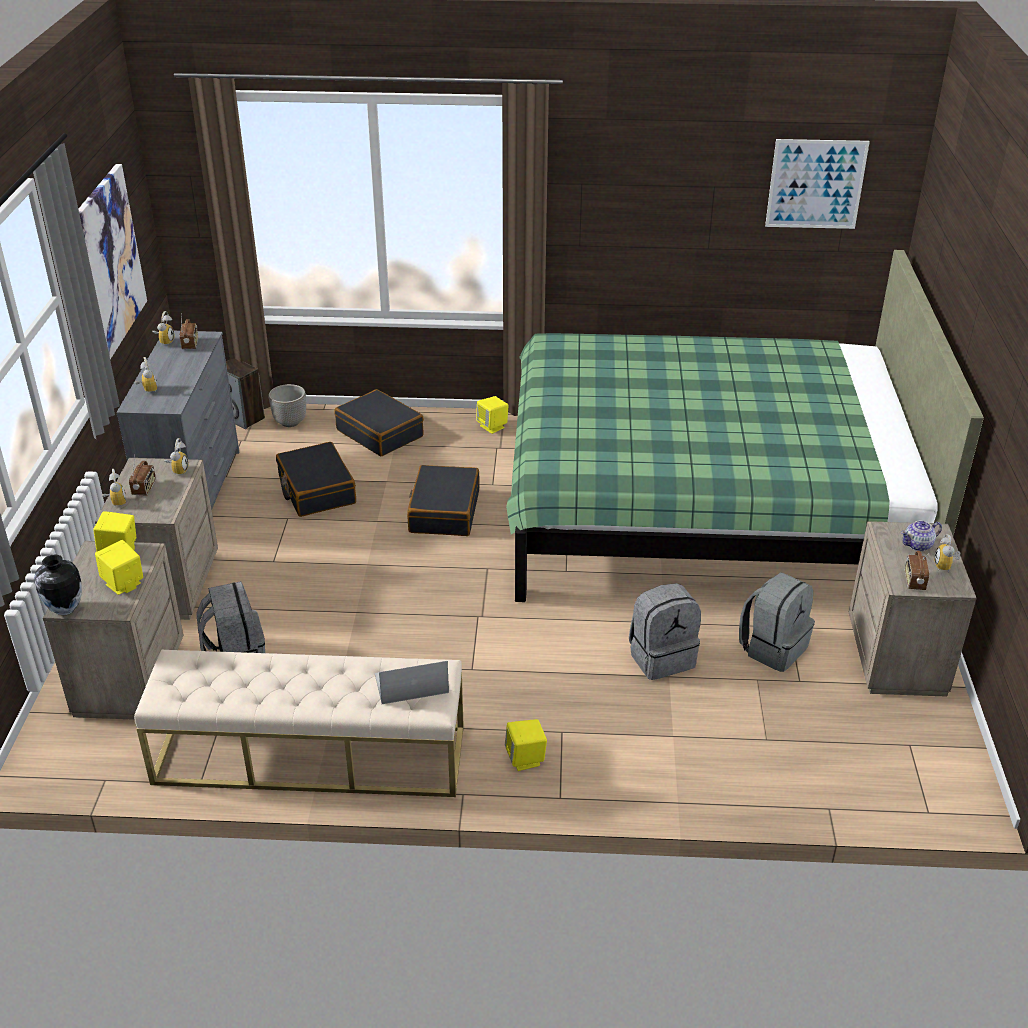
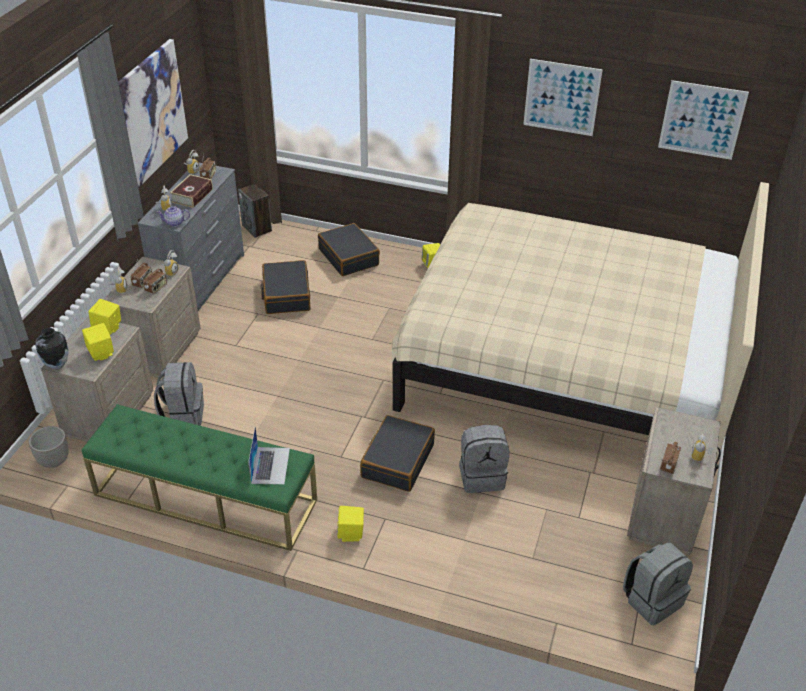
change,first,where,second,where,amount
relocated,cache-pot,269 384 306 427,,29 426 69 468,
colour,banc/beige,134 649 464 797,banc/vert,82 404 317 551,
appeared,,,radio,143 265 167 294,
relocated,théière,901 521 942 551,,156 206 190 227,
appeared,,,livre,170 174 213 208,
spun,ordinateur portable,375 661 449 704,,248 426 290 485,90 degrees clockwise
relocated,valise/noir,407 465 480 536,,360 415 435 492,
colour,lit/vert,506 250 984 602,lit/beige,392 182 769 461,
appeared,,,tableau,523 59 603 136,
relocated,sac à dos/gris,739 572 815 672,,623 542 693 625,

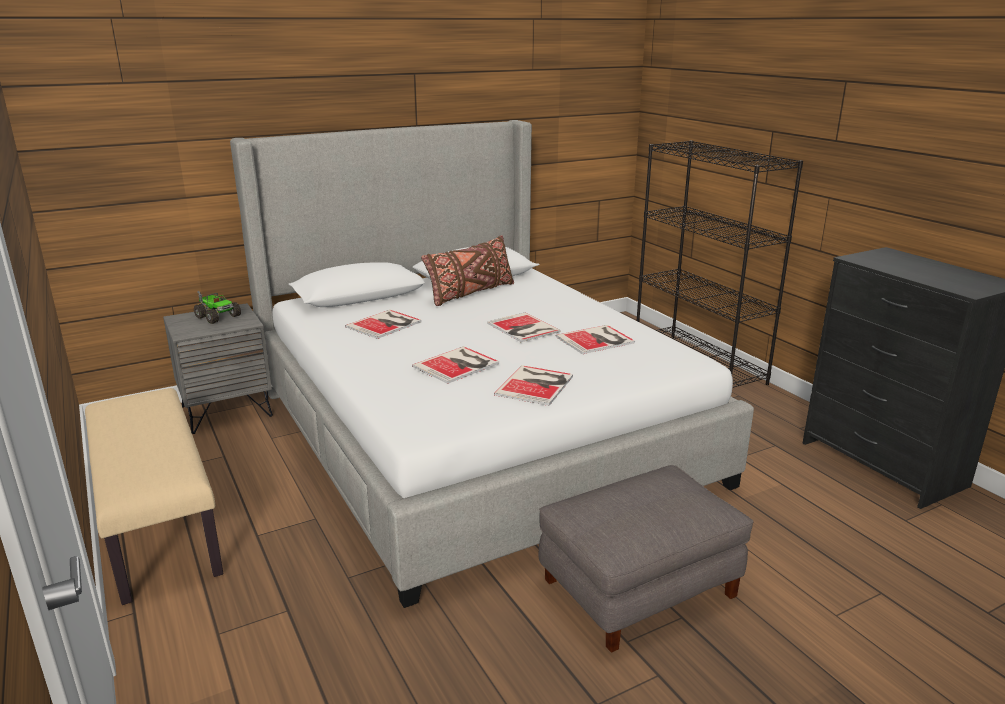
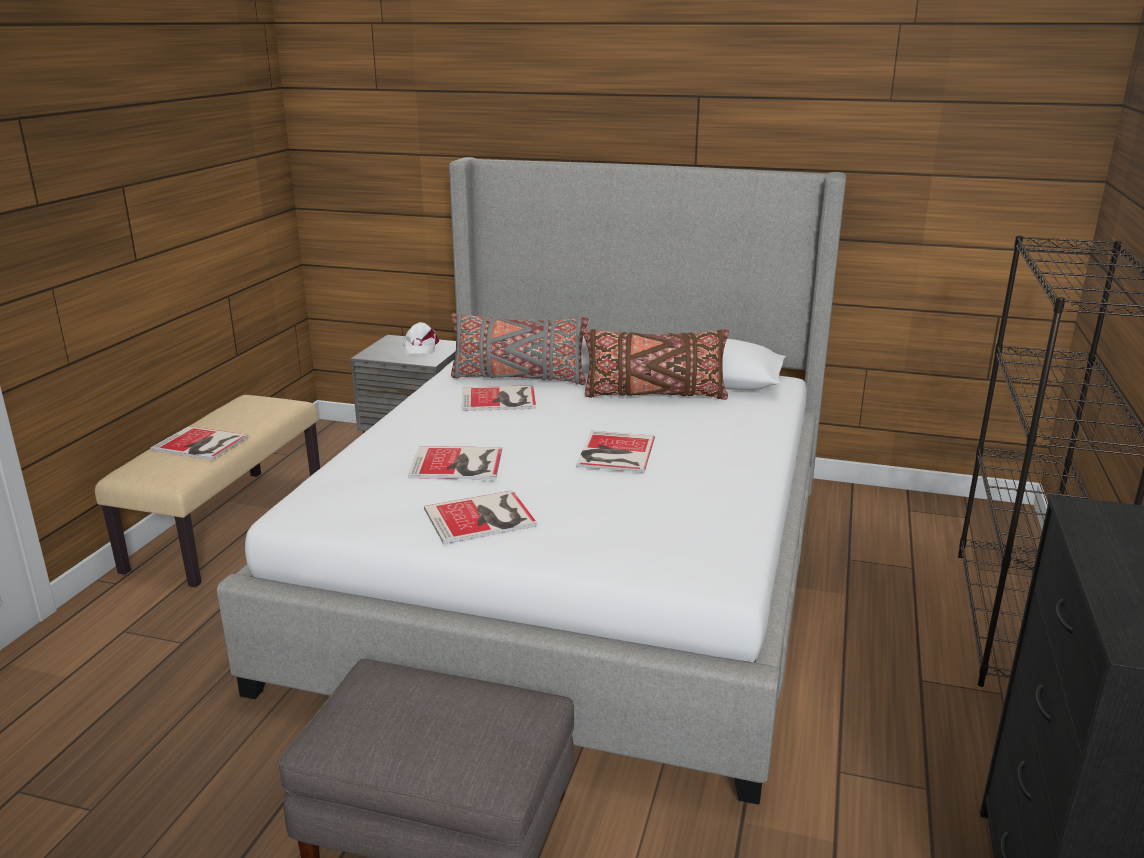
change,first,where,second,where,amount
relocated,livre,556 325 635 354,,150 426 249 460,
exchanged,camion jouet,194 291 241 324,casquette/blanc,403 322 439 354,
appeared,,,coussin/gris,451 313 588 385,

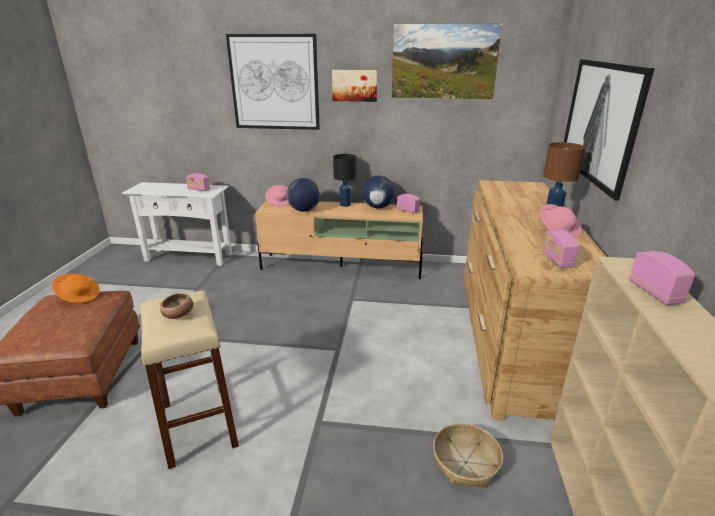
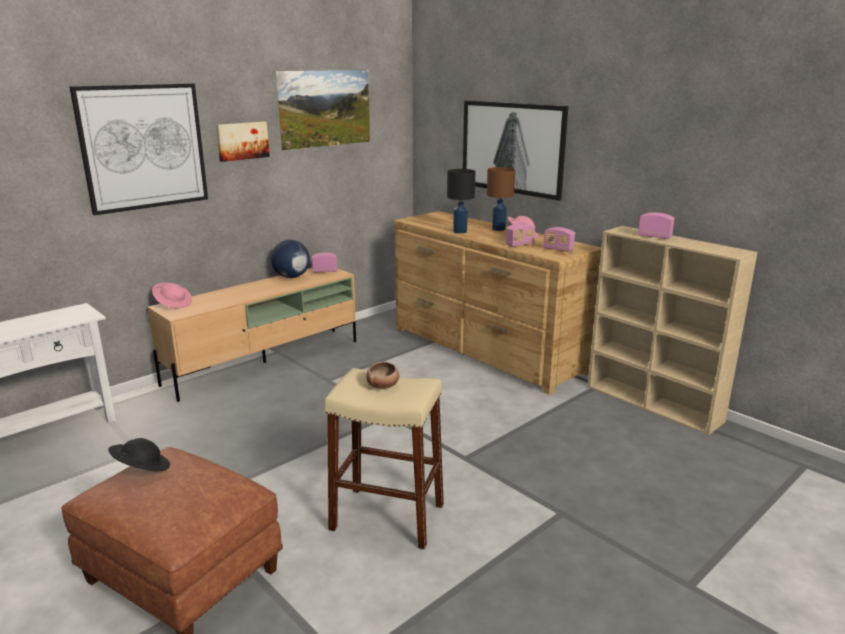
change,first,where,second,where,amount
colour,chapeau/orange,52 274 100 303,chapeau/noir,108 438 170 471,
relocated,lampe de table/noir,333 154 356 207,,447 169 475 234,
relocated,radio,186 173 210 191,,506 223 535 247,
missing,globe,287 178 320 212,,,
missing,panier,433 423 503 488,,,

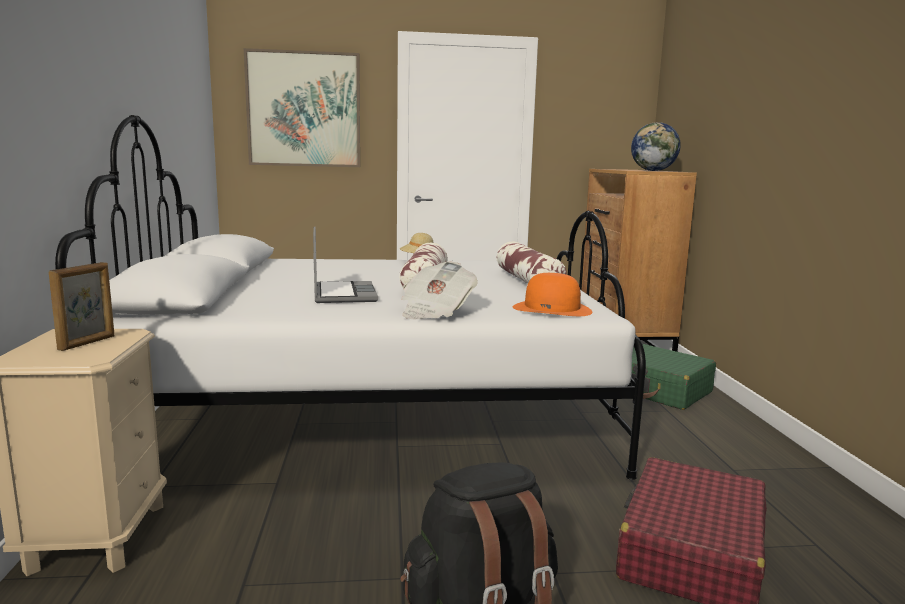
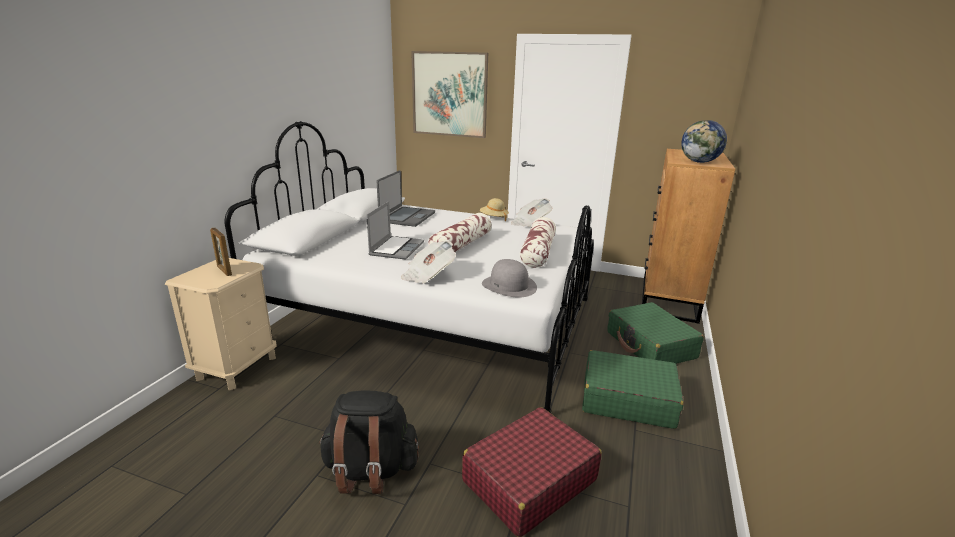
change,first,where,second,where,amount
spun,cadre photo,49 262 114 351,,210 228 232 276,90 degrees clockwise
appeared,,,ordinateur portable,377 170 435 227,
colour,chapeau/orange,513 273 593 316,chapeau/gris,482 259 537 298,
appeared,,,journal,511 199 552 227,
appeared,,,valise/vert,582 350 684 429,

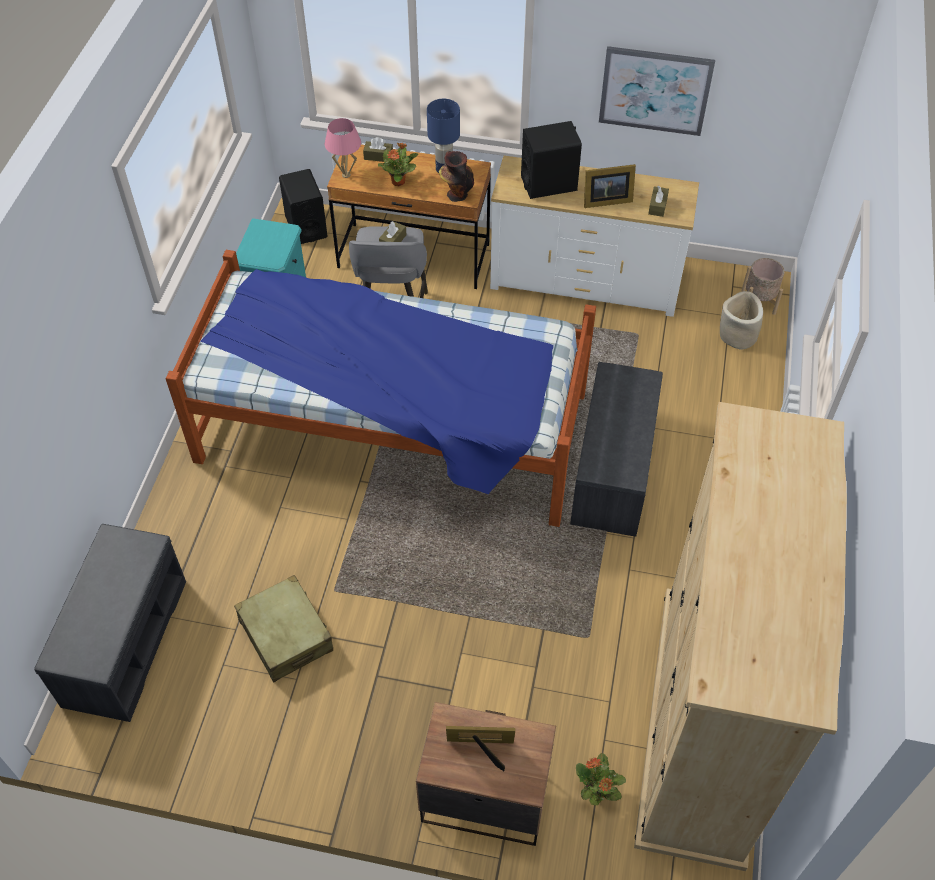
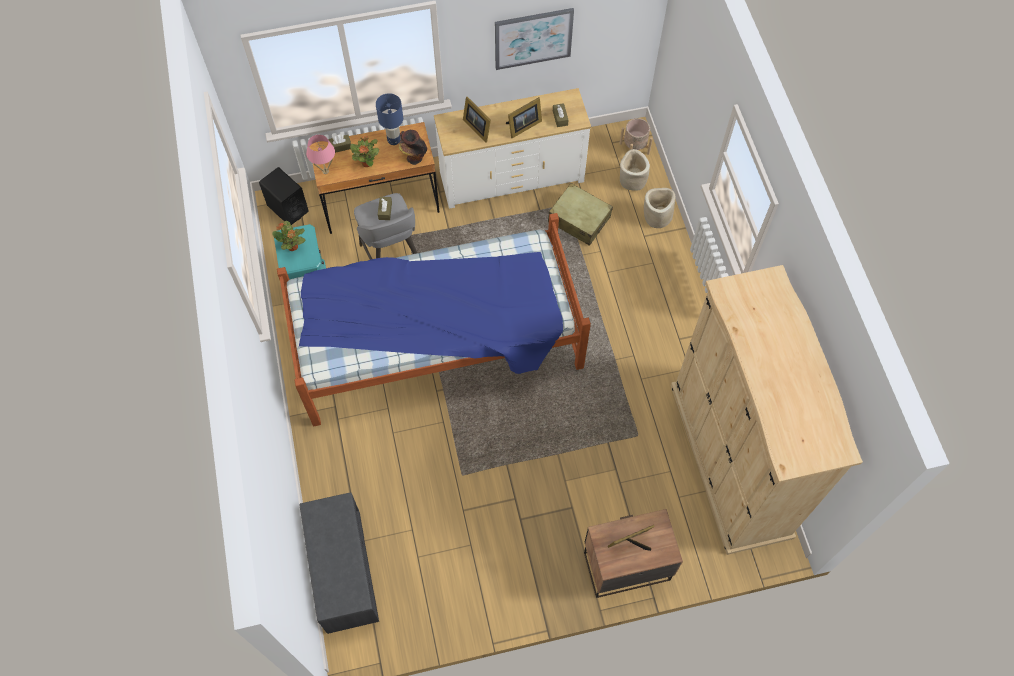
change,first,where,second,where,amount
relocated,plante en pot,576 753 626 805,,272 221 305 251,
exchanged,enceinte/noir,521 121 582 199,cadre photo,463 97 491 143,
relocated,valise/beige,234 575 333 682,,548 183 613 246,
appeared,,,cache-pot/beige,644 188 676 228,
missing,banc/gris,570 362 663 537,,,

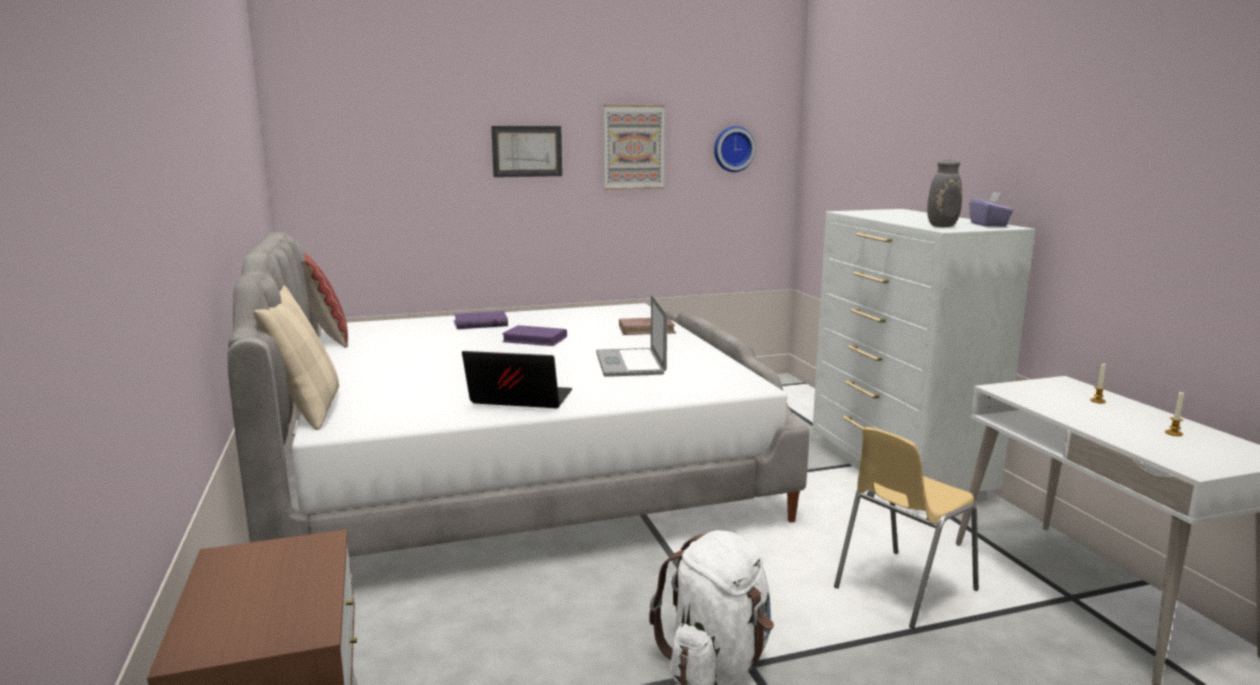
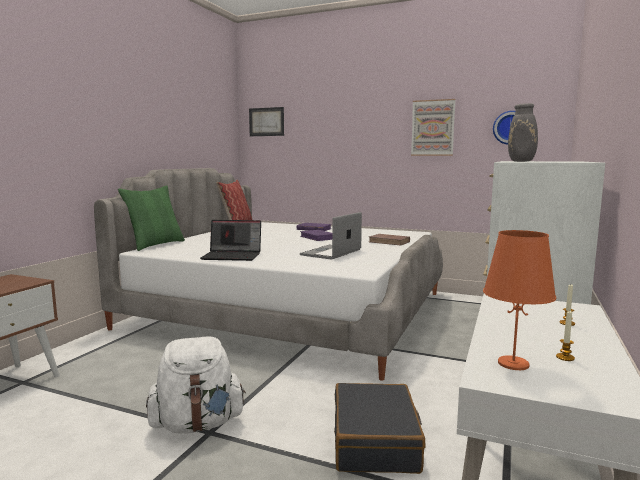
change,first,where,second,where,amount
colour,coussin/beige,253 285 339 430,coussin/vert,118 185 185 251,
spun,ordinateur portable,462 351 572 408,,200 220 261 261,135 degrees clockwise
relocated,tableau,491 126 562 177,,249 107 284 136,
exchanged,chaise/jaune,834 427 979 629,valise/noir,334 383 426 474,
appeared,,,lampe de table/orange,483 230 556 370,
missing,boîte à mouchoirs/violet,969 191 1013 227,,,

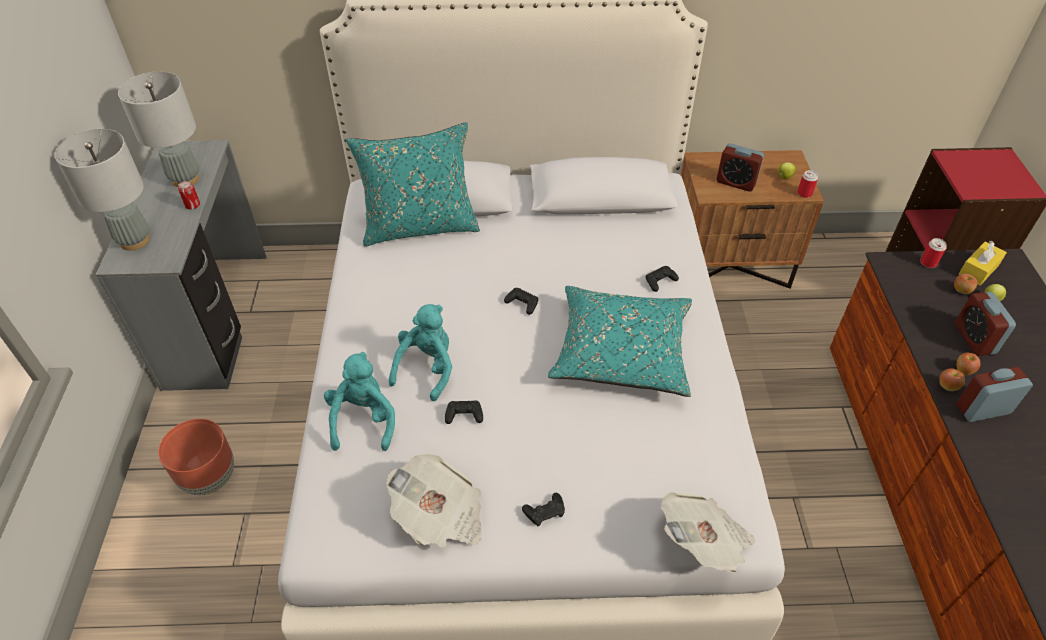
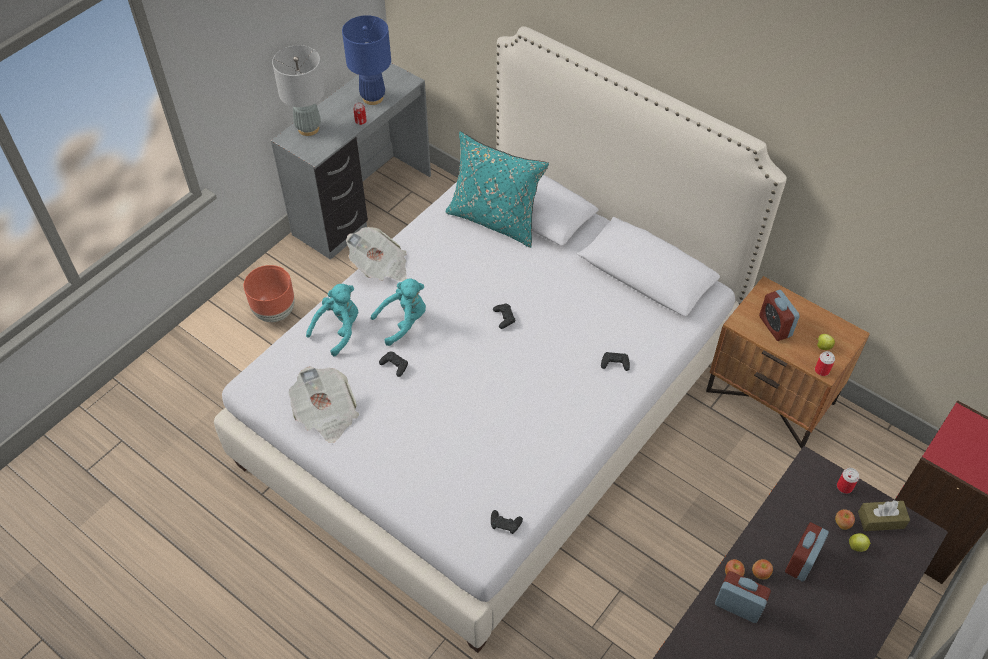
change,first,where,second,where,amount
colour,lampe de table/gris,118 72 199 187,lampe de table/bleu,342 15 391 105,
relocated,journal,661 492 755 573,,346 227 407 281,
relocated,manette/noir,522 493 565 526,,491 510 523 534,
colour,boîte à mouchoirs/jaune,959 241 1007 286,boîte à mouchoirs/marron,858 500 910 531,
missing,coussin/turquoise,548 286 692 397,,,

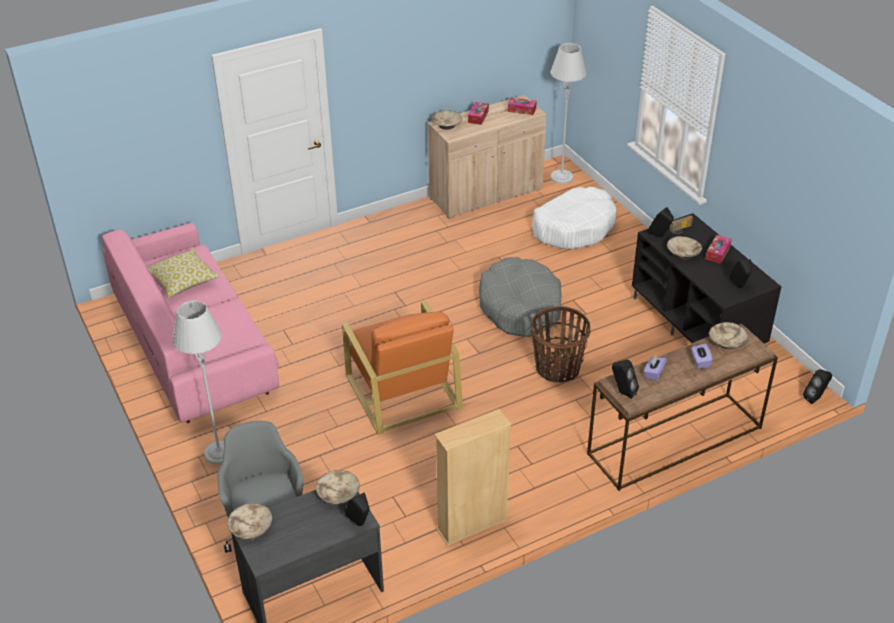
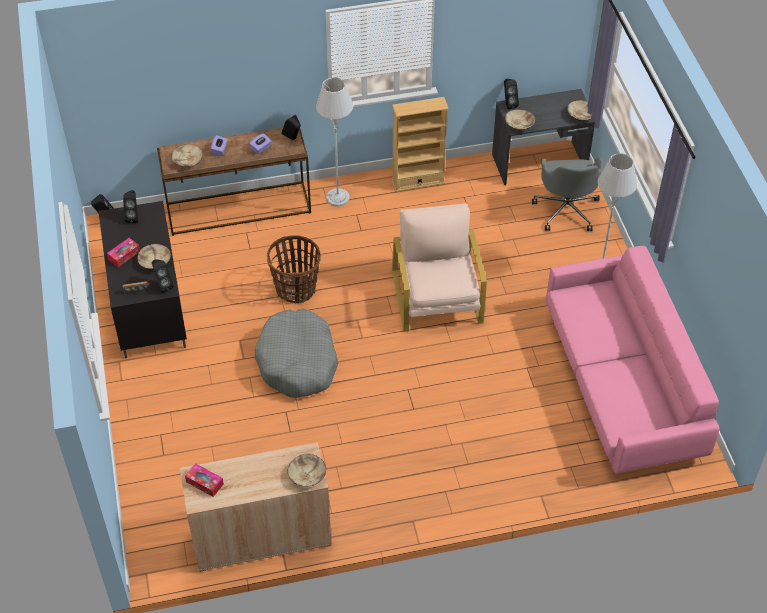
change,first,where,second,where,amount
relocated,lampadaire/gris,551 43 587 184,,316 77 353 207,
colour,fauteuil/orange,342 301 463 435,fauteuil/beige,392 203 487 332,
missing,coussin,148 249 219 298,,,
missing,boîte à mouchoirs,468 102 489 125,,,
missing,panier pour chien/blanc,532 187 617 249,,,

